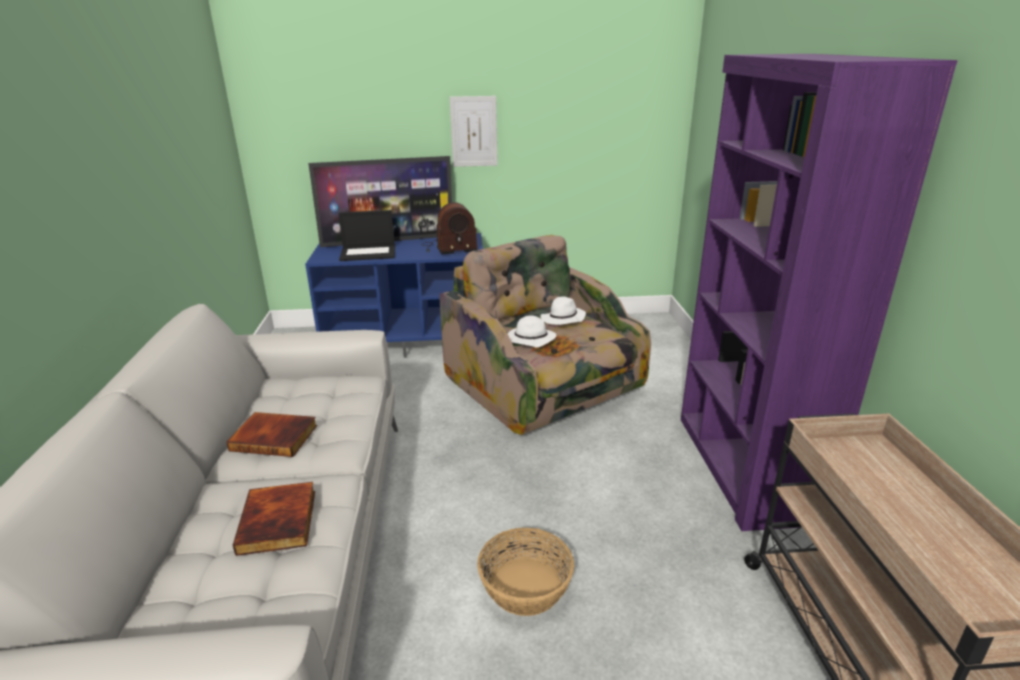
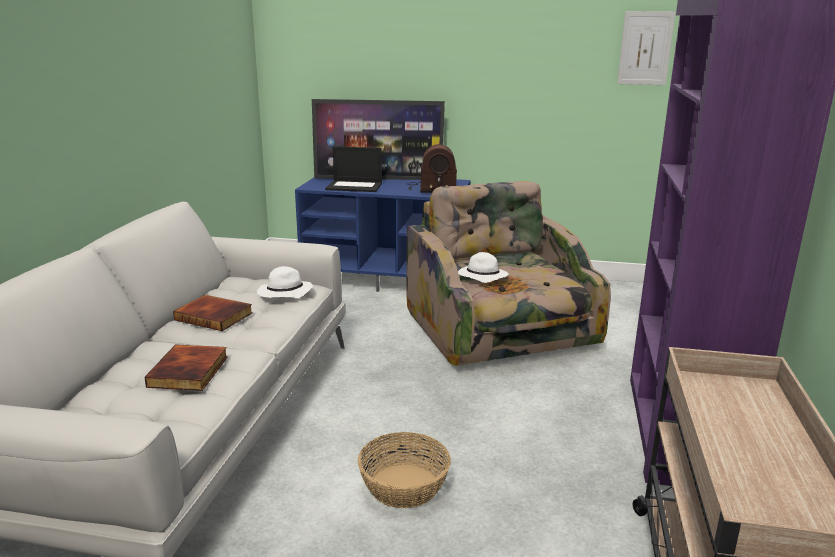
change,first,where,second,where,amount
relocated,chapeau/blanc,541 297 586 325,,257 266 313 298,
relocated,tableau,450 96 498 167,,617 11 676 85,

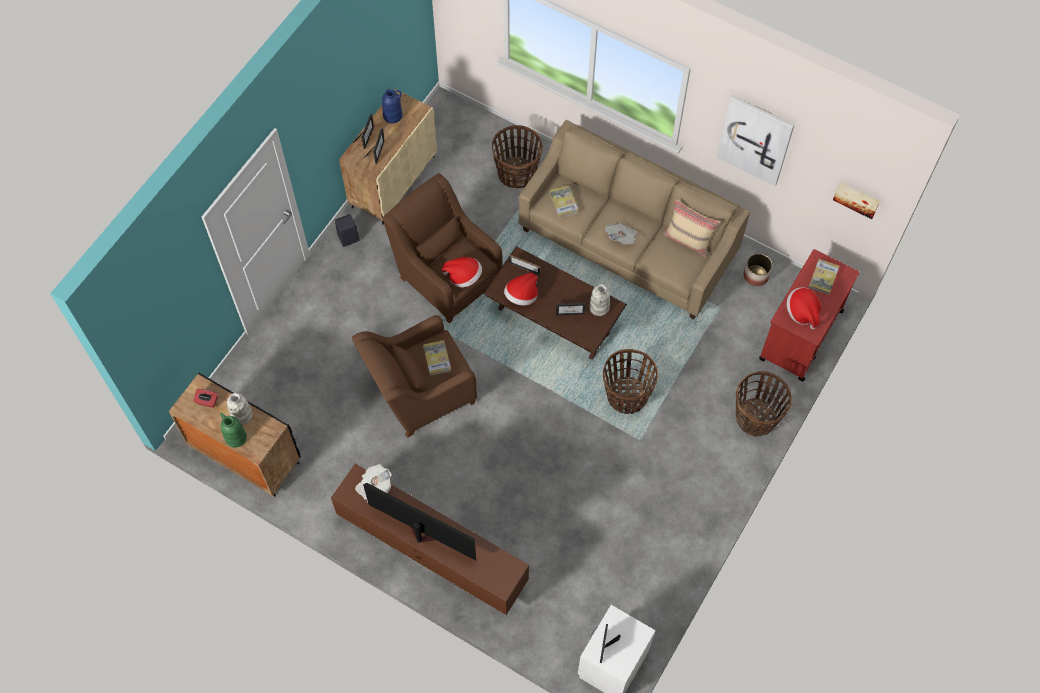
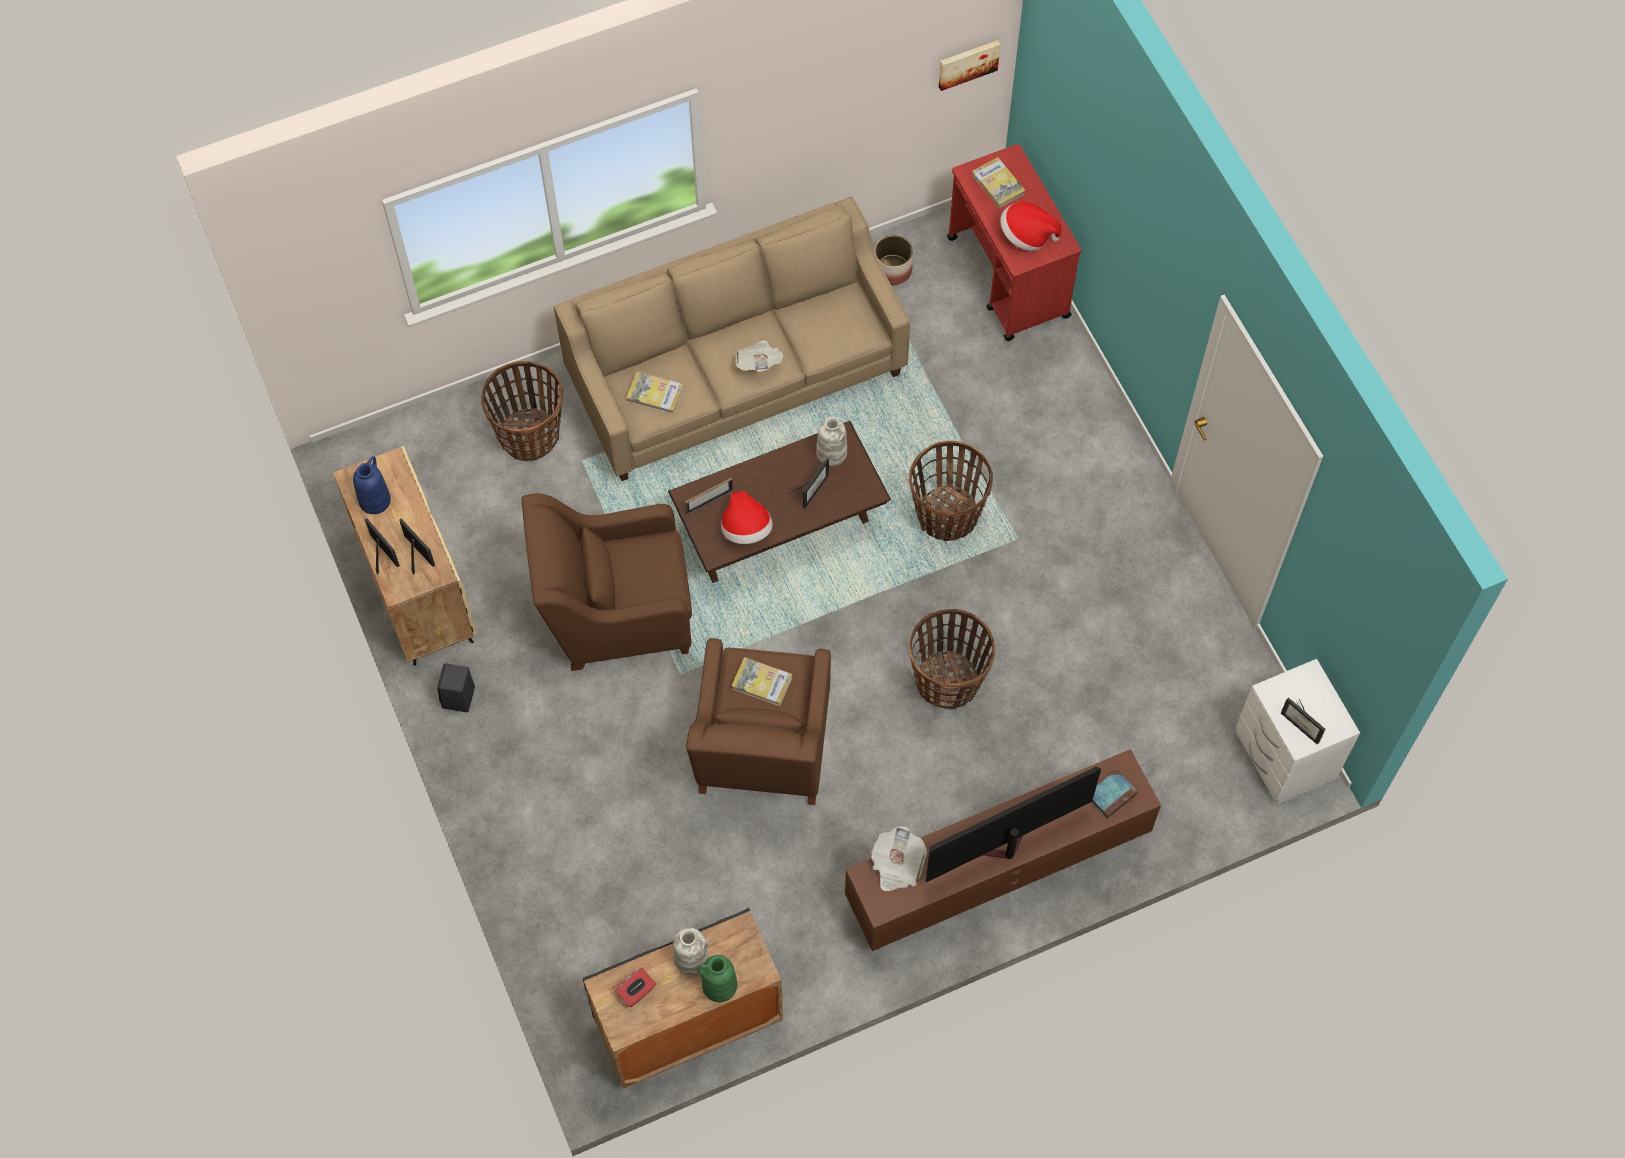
change,first,where,second,where,amount
relocated,panier,736 371 792 437,,909 609 995 710,
appeared,,,livre,1091 770 1138 819,
missing,chapeau,442 257 482 287,,,
missing,coussin/beige,663 199 720 258,,,
missing,tableau,717 95 794 186,,,

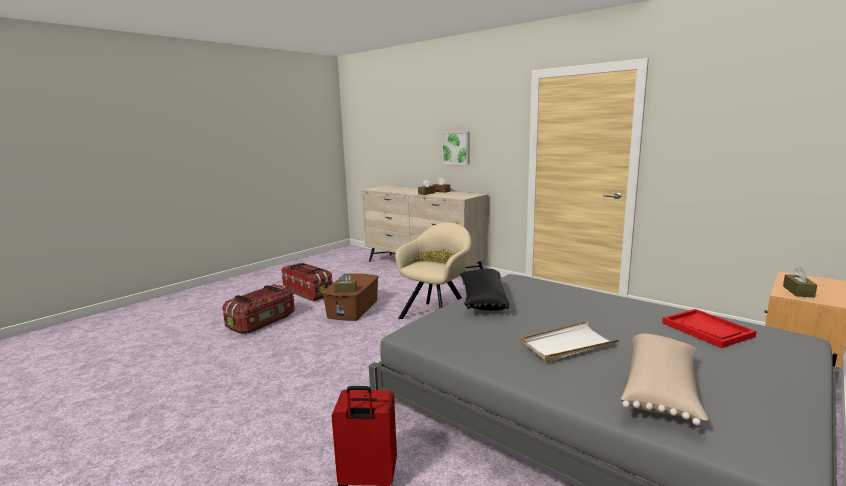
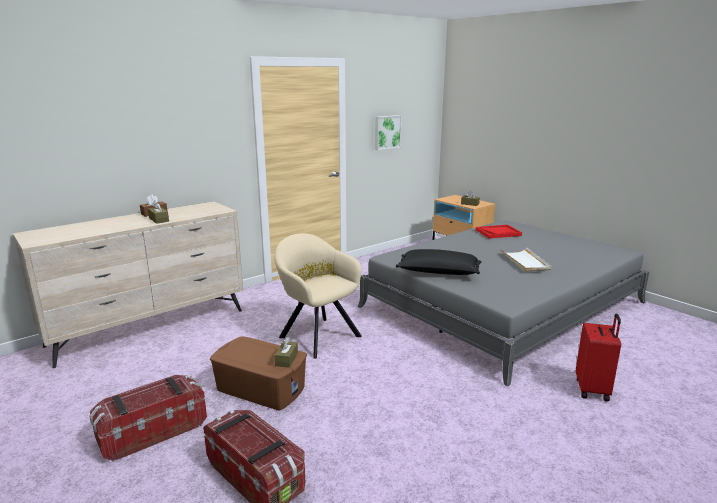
change,first,where,second,where,amount
relocated,tableau,442 132 470 165,,375 115 402 150,
missing,coussin/beige,621 333 708 426,,,

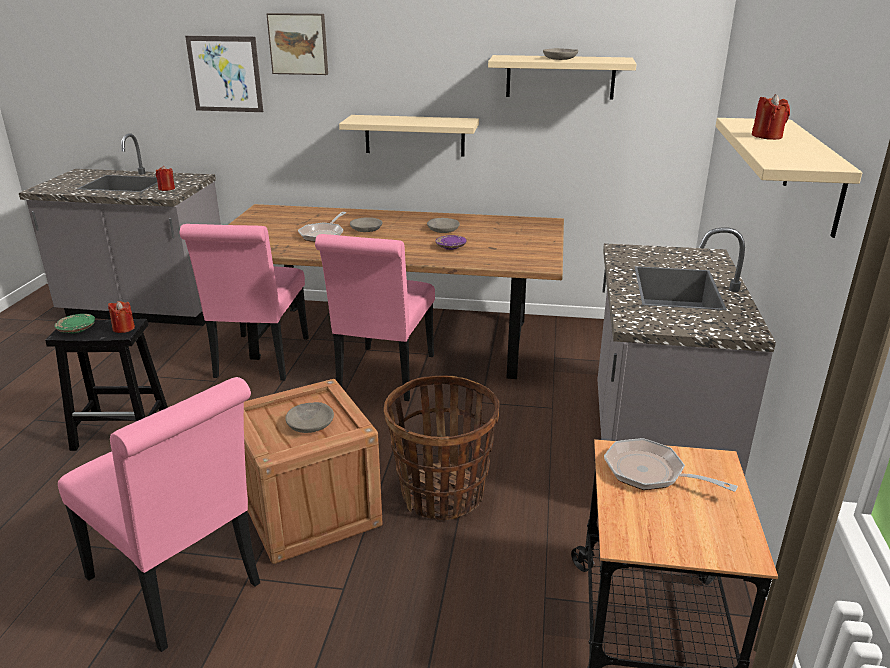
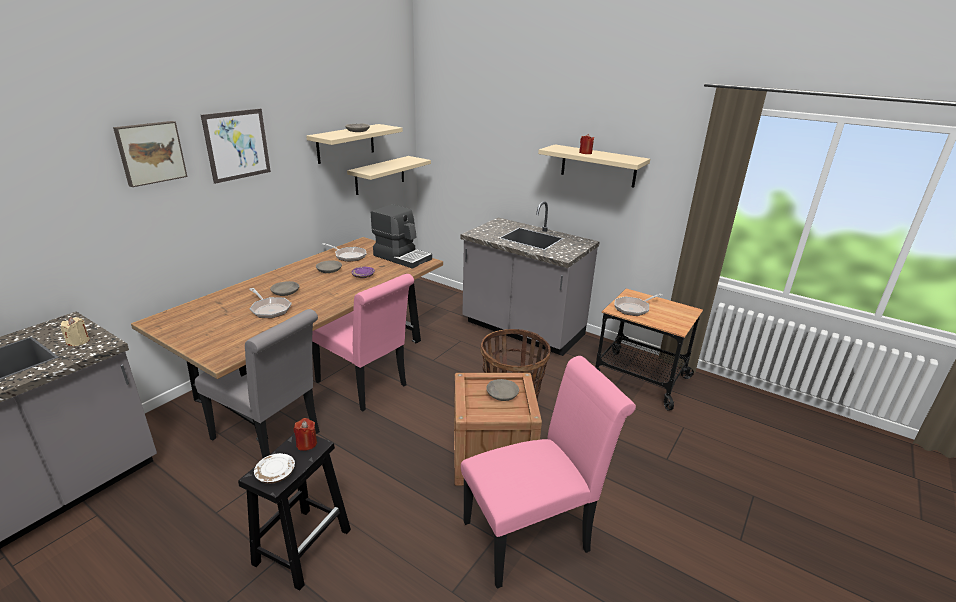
change,first,where,second,where,amount
colour,bougie/rouge,156 166 175 191,bougie/beige,61 317 90 346,
colour,chaise/rose,180 224 309 381,chaise/gris,195 309 320 458,
relocated,tableau,185 36 263 112,,201 109 271 184,
colour,assiette/vert,55 314 95 333,assiette/blanc,254 453 295 484,
appeared,,,poêle,322 243 367 262,
relocated,étagère/beige,339 115 479 157,,347 156 431 195,
appeared,,,machine à café,371 204 432 269,

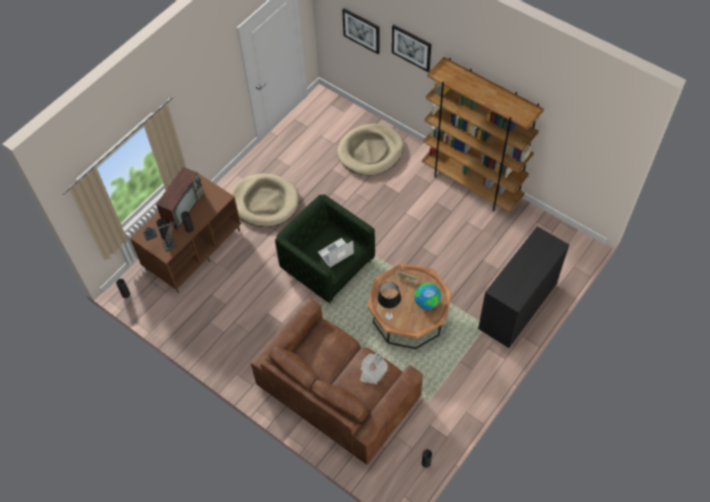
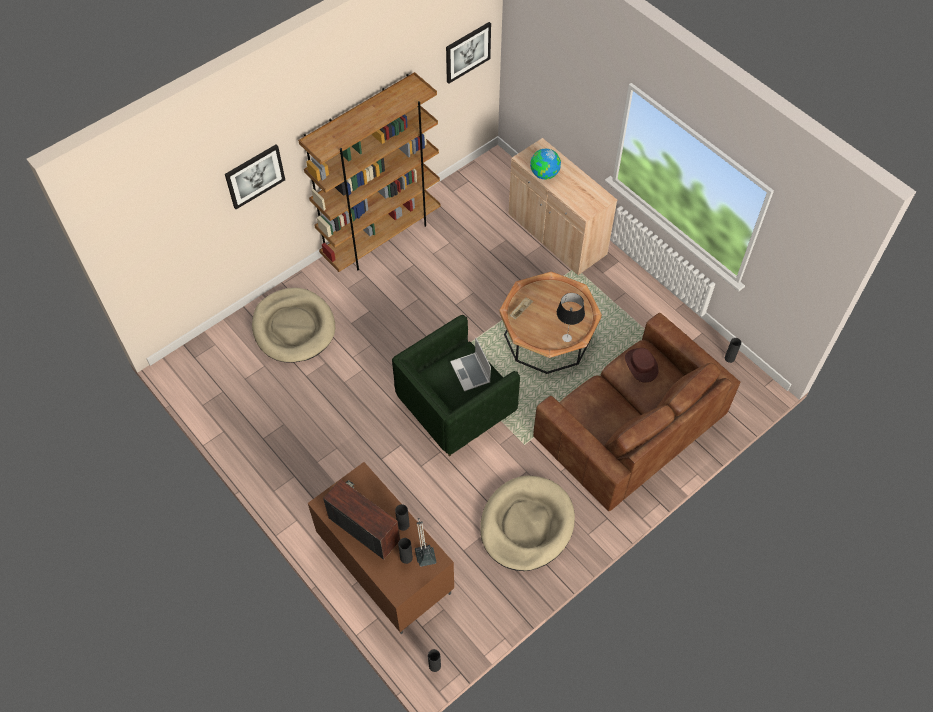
change,first,where,second,where,amount
relocated,tableau,342 8 380 54,,446 22 491 84,
relocated,panier pour chien/beige,230 174 299 227,,480 475 575 571,
colour,meuble de rangement/noir,478 226 569 348,meuble de rangement/beige,509 138 617 275,
relocated,globe,414 283 441 310,,530 149 561 179,
exchanged,journal,360 353 388 384,chapeau/marron,625 348 659 382,

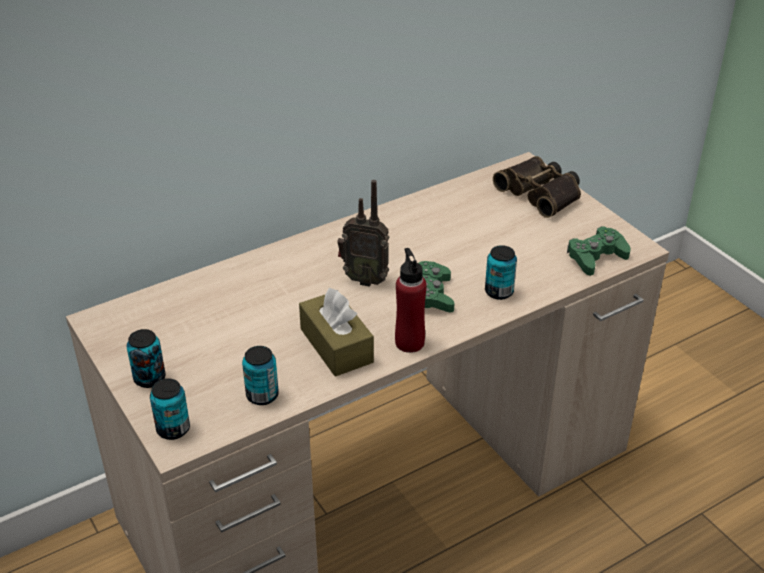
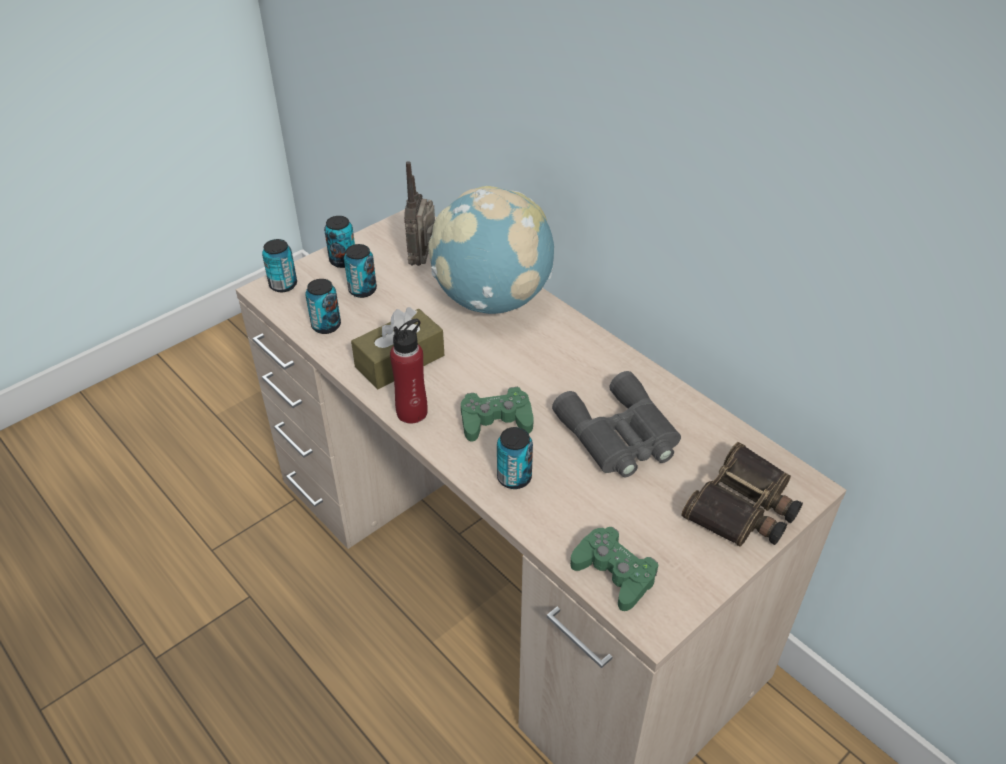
change,first,where,second,where,amount
appeared,,,boîte métallique,344 244 377 298,
relocated,radio,337 180 389 287,,404 161 435 266,
appeared,,,globe,428 186 554 314,
appeared,,,jumelles/gris,552 371 681 477,

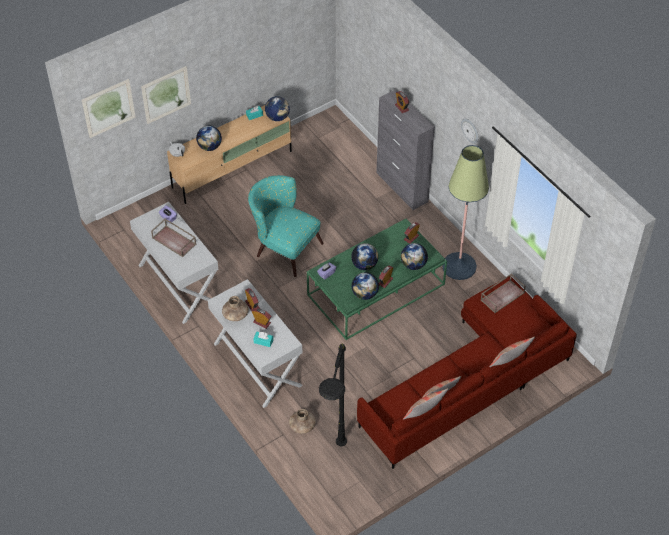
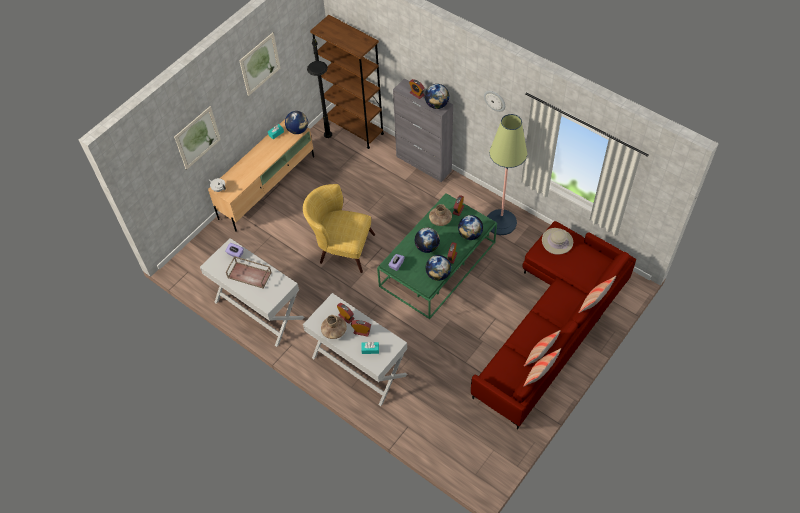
change,first,where,second,where,amount
relocated,tableau,82 79 135 138,,239 33 280 96,
colour,fauteuil/turquoise,248 175 324 277,fauteuil/jaune,303 184 375 273,
relocated,lampadaire/noir,319 343 347 446,,307 39 332 138,
appeared,,,bibliothèque/marron,310 15 384 149,
relocated,globe,196 126 222 151,,424 84 449 109,
relocated,vase/marron,289 409 316 434,,429 204 452 226,
exchanged,plateau/marron,481 273 526 313,chapeau/beige,542 228 573 255,

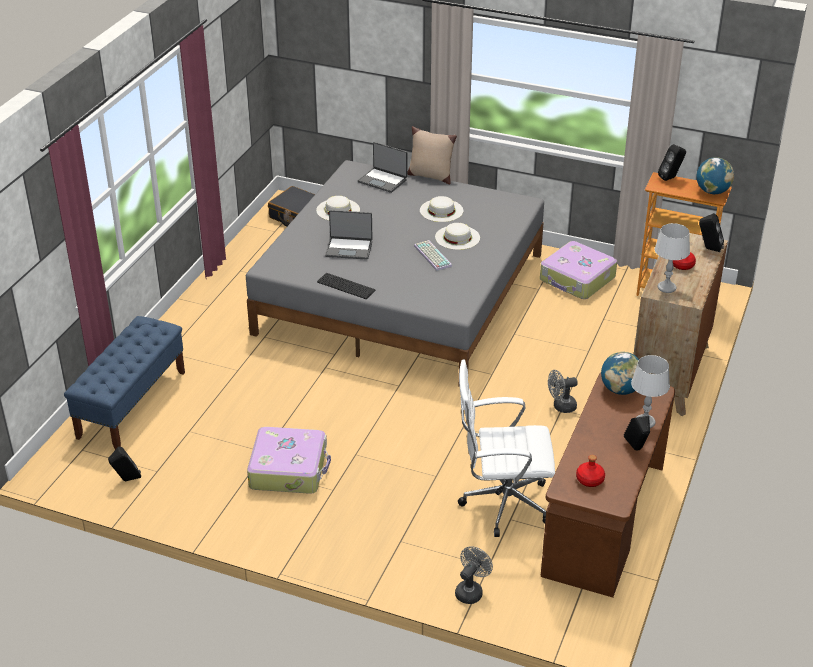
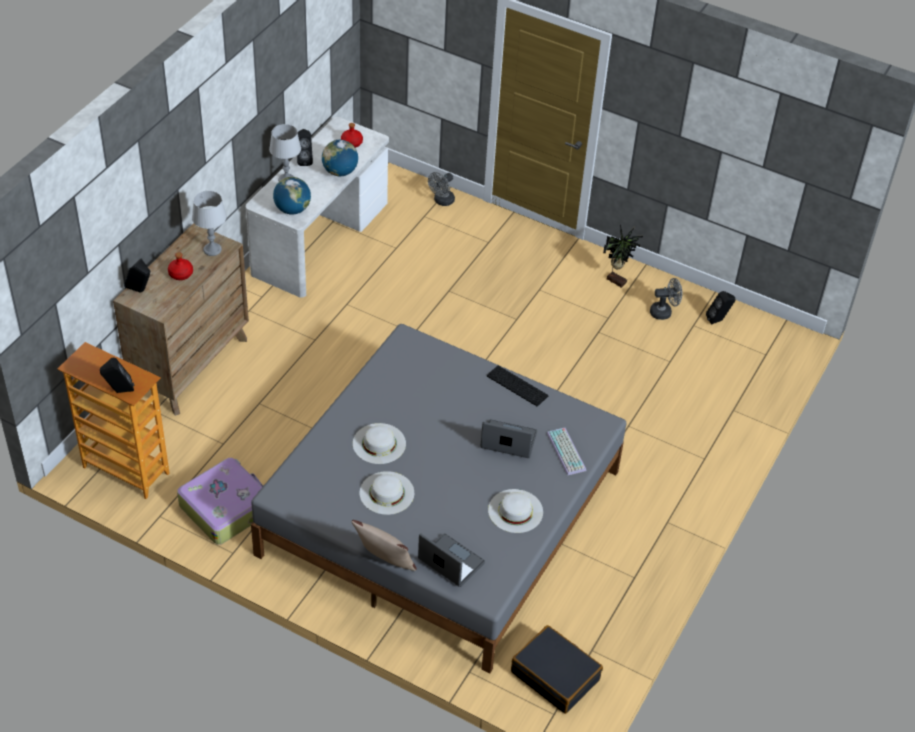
change,first,where,second,where,amount
colour,bureau/marron,541 372 675 598,bureau/blanc,246 117 389 298,
relocated,globe,696 157 734 194,,322 140 358 176,
relocated,clavier,414 240 452 271,,547 428 586 476,
appeared,,,plante en pot,603 225 643 288,
relocated,ventilateur/gris,548 370 578 413,,650 278 682 320,
missing,banc/bleu,64 316 185 450,,,
missing,valise,247 427 331 494,,,
missing,chaise de bureau/blanc,458 359 555 537,,,

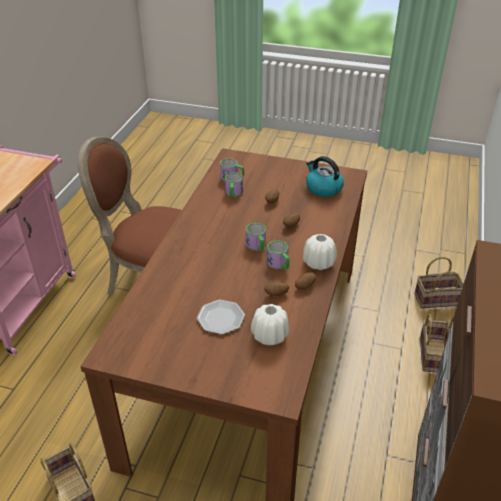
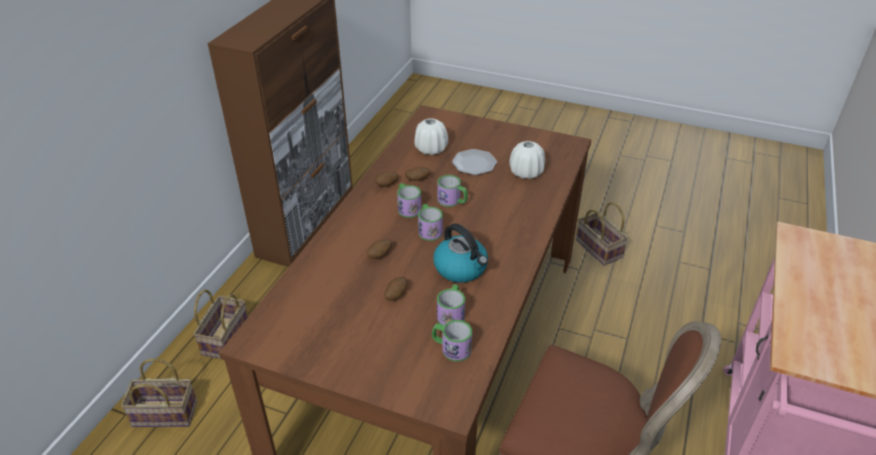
change,first,where,second,where,amount
relocated,bouilloire,306 156 344 197,,433 223 488 283,
appeared,,,mug,437 175 468 207,
relocated,vase/blanc,303 234 337 270,,509 141 545 179,

